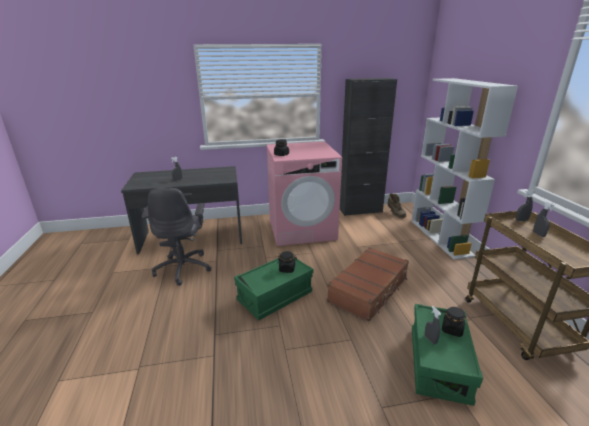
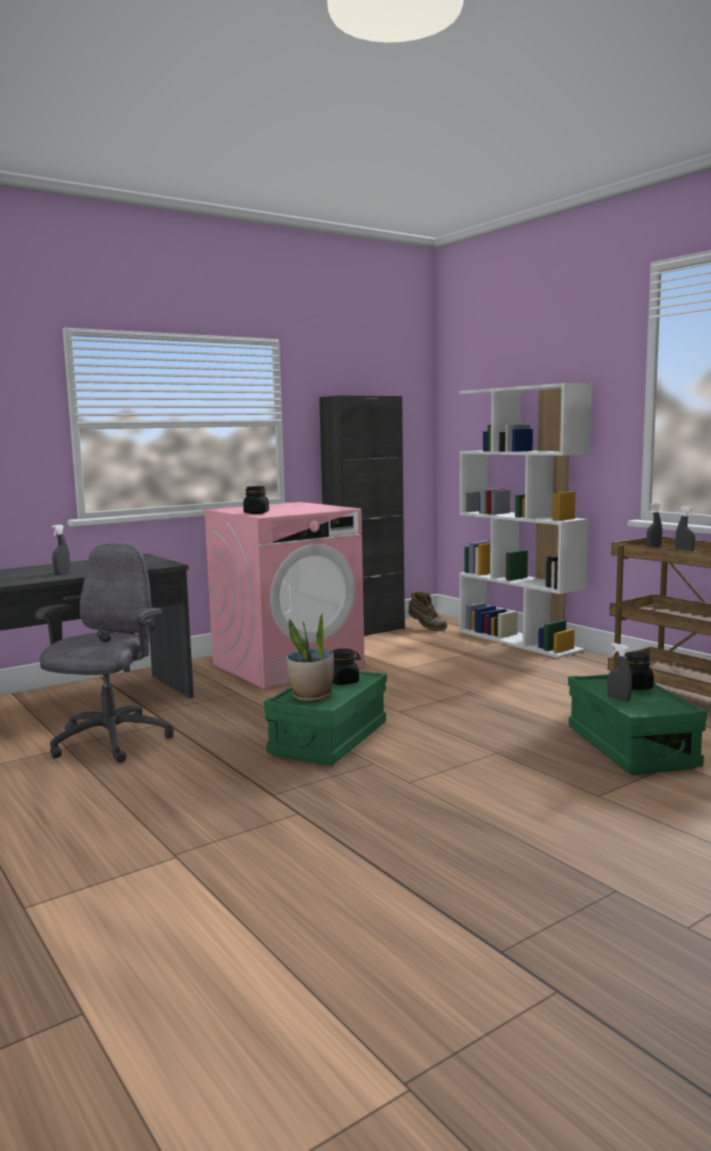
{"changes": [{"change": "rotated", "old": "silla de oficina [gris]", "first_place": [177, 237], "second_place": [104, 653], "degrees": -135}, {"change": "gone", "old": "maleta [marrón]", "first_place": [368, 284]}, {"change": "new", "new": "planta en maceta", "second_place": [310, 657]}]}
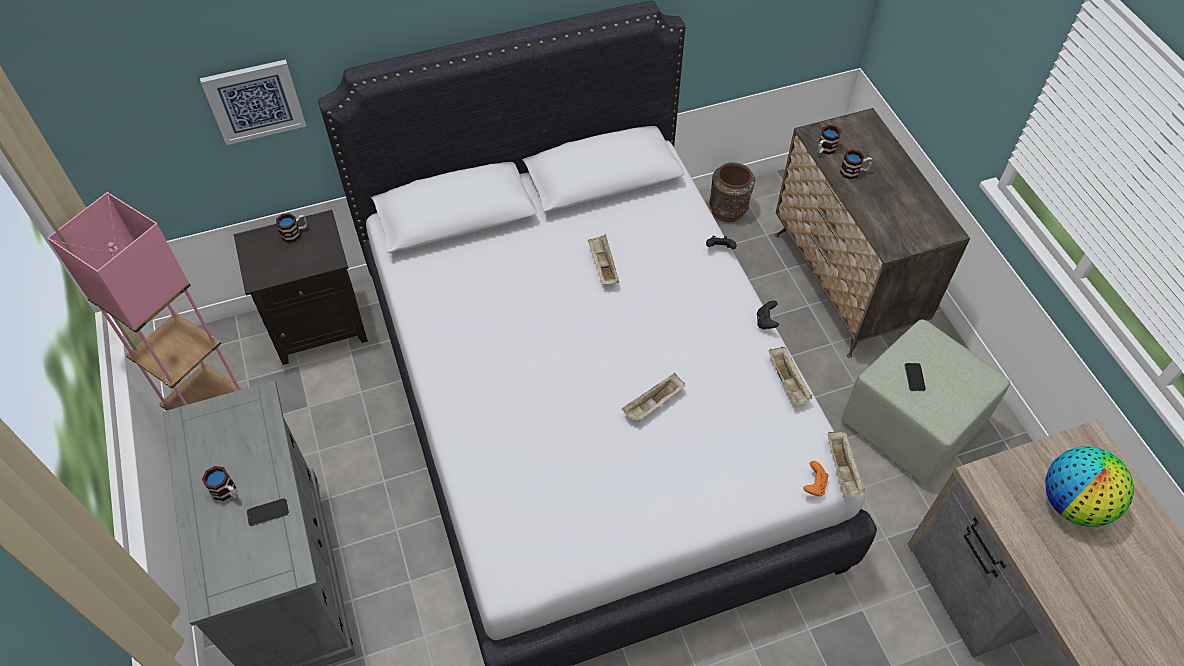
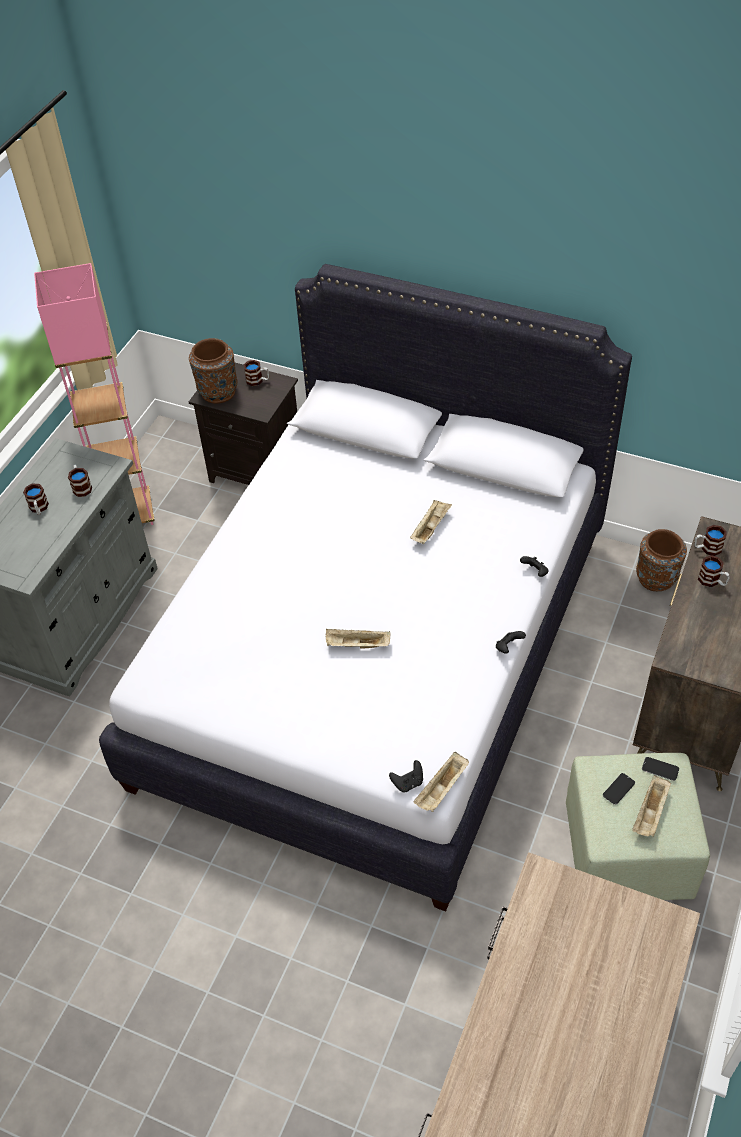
{"changes": [{"change": "gone", "old": "cuadro", "first_place": [253, 102]}, {"change": "shifted", "old": "bandeja [beis]", "first_place": [790, 376], "second_place": [651, 806]}, {"change": "gone", "old": "globo terráqueo", "first_place": [1089, 486]}, {"change": "repainted", "old": "mando de consola [naranja]", "new": "mando de consola [negro]", "first_place": [816, 478], "second_place": [406, 776]}, {"change": "shifted", "old": "móvil", "first_place": [268, 512], "second_place": [660, 769]}, {"change": "new", "new": "florero [marrón]", "second_place": [213, 371]}, {"change": "new", "new": "taza grande", "second_place": [80, 480]}]}
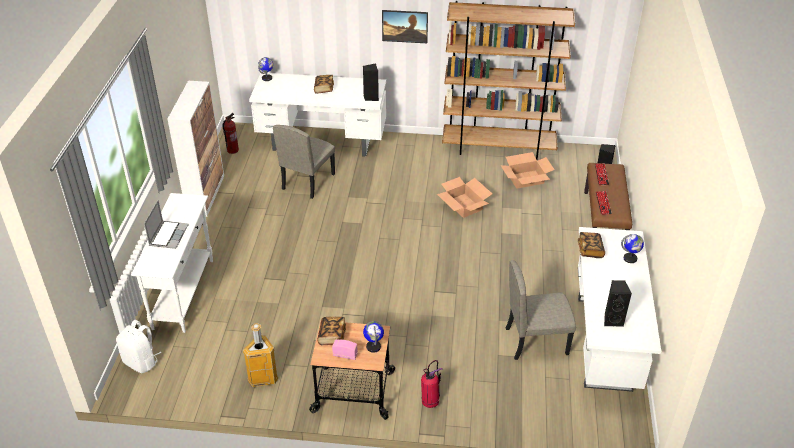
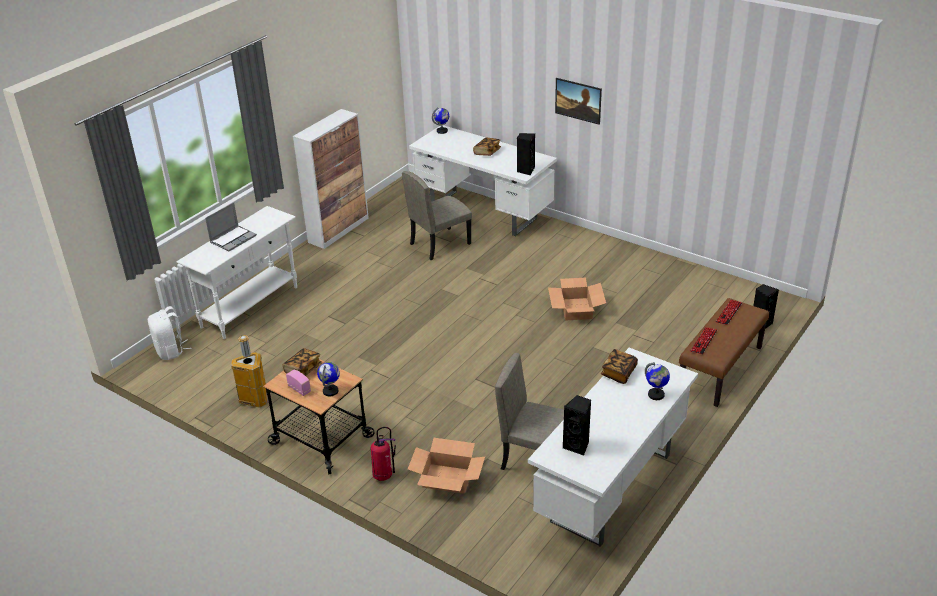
{"changes": [{"change": "gone", "old": "estantería [marrón]", "first_place": [508, 80]}, {"change": "gone", "old": "extintor", "first_place": [231, 133]}, {"change": "shifted", "old": "caja de cartón", "first_place": [527, 170], "second_place": [446, 466]}]}
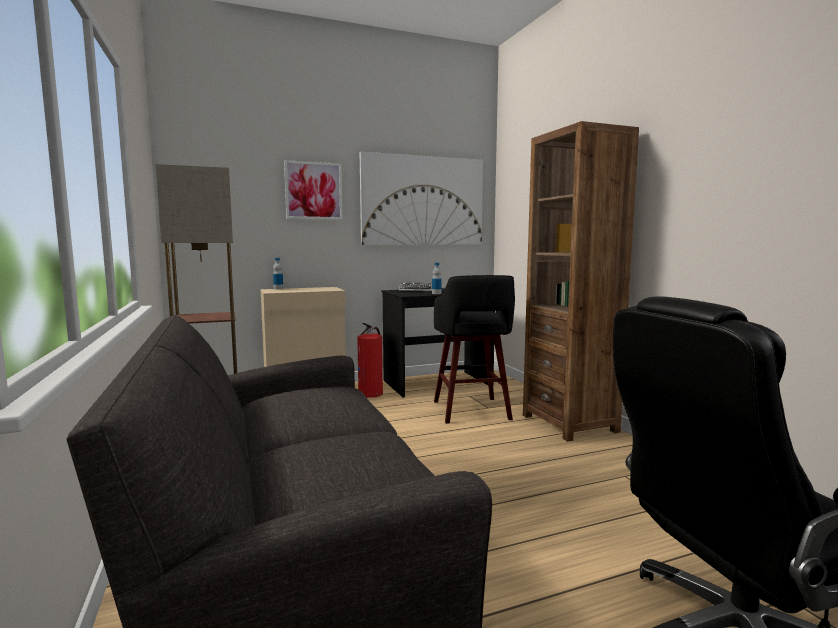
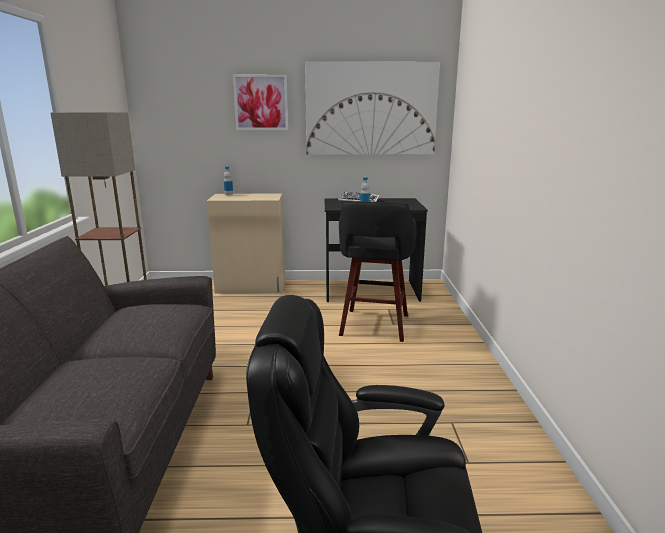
{"changes": [{"change": "gone", "old": "estantería [marrón]", "first_place": [581, 281]}, {"change": "gone", "old": "extintor", "first_place": [370, 360]}]}
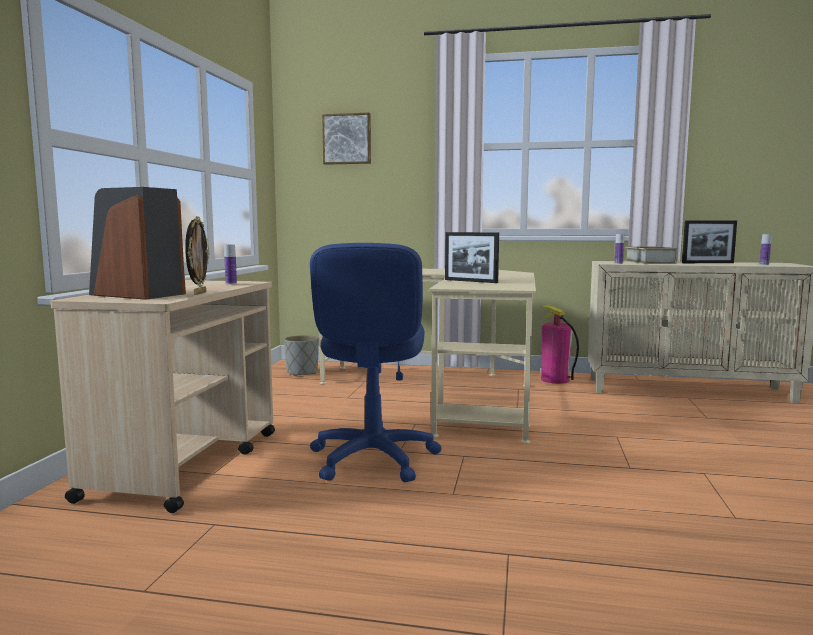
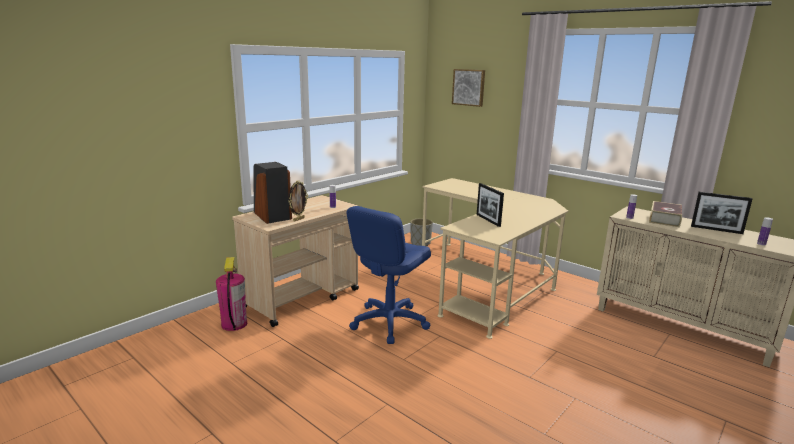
{"changes": [{"change": "shifted", "old": "extintor", "first_place": [559, 344], "second_place": [231, 294]}]}
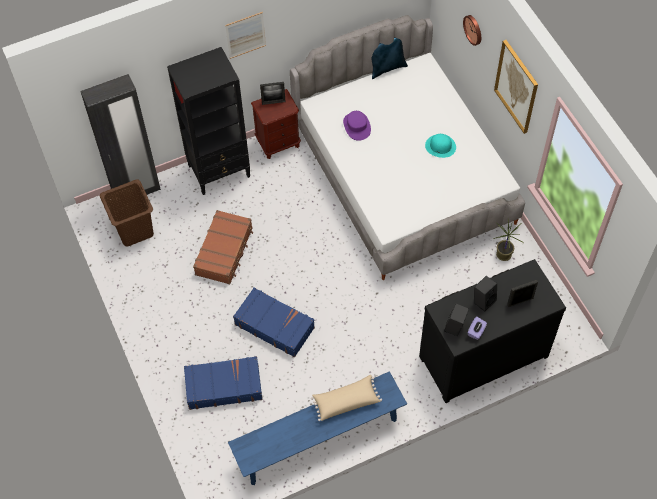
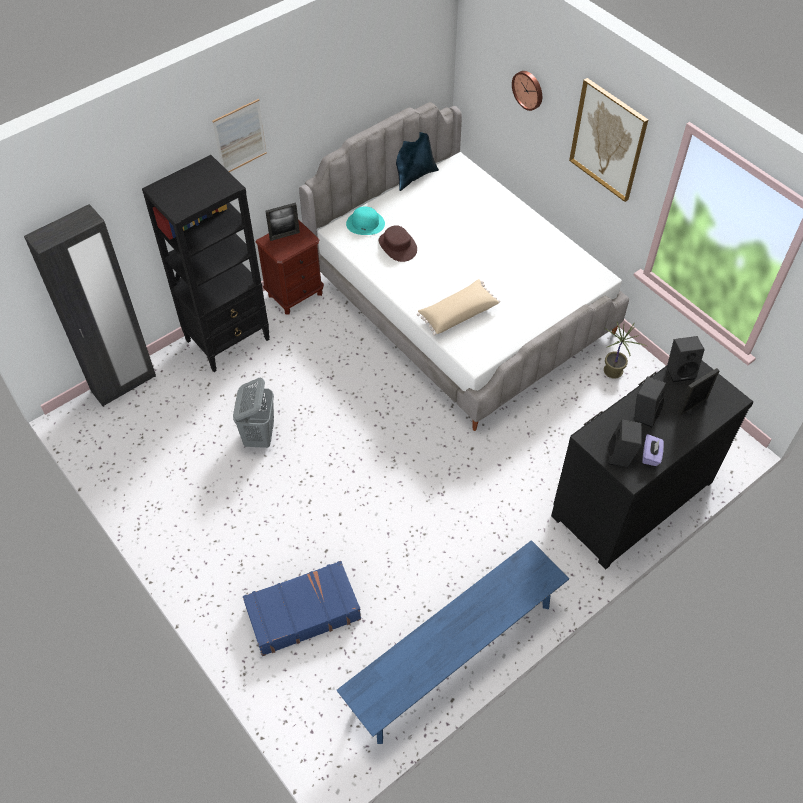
{"changes": [{"change": "repainted", "old": "sombrero [morado]", "new": "sombrero [marrón]", "first_place": [357, 126], "second_place": [398, 243]}, {"change": "shifted", "old": "sombrero [turquesa]", "first_place": [440, 146], "second_place": [365, 221]}, {"change": "gone", "old": "cesto de la ropa [marrón]", "first_place": [127, 213]}, {"change": "swapped", "old": "maleta [marrón]", "new": "cesto de la ropa [gris]", "first_place": [223, 247], "second_place": [253, 413]}, {"change": "gone", "old": "maleta [azul]", "first_place": [274, 322]}, {"change": "shifted", "old": "cojín [beis]", "first_place": [346, 398], "second_place": [459, 307]}, {"change": "new", "new": "altavoz [negro]", "second_place": [686, 359]}]}
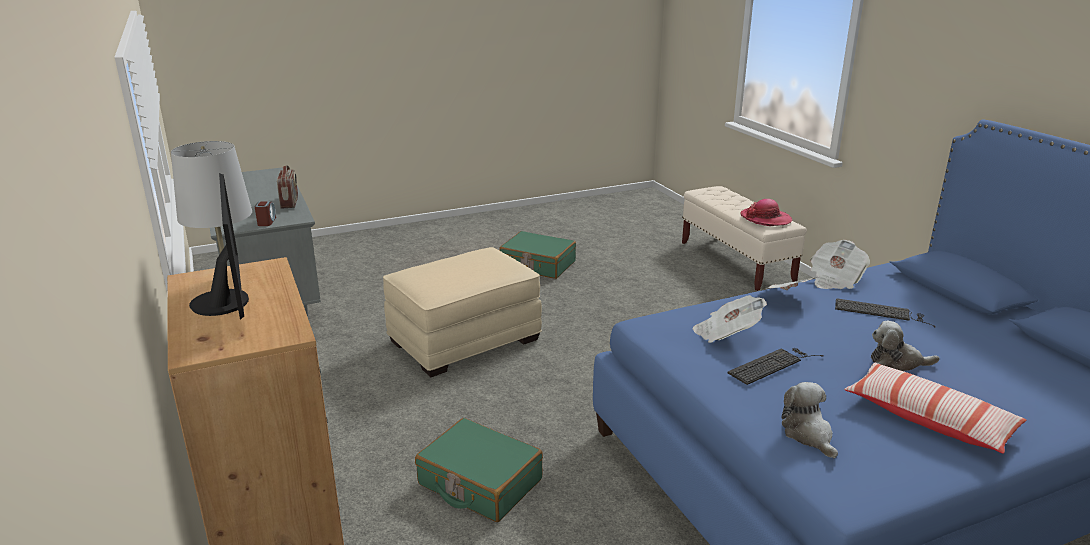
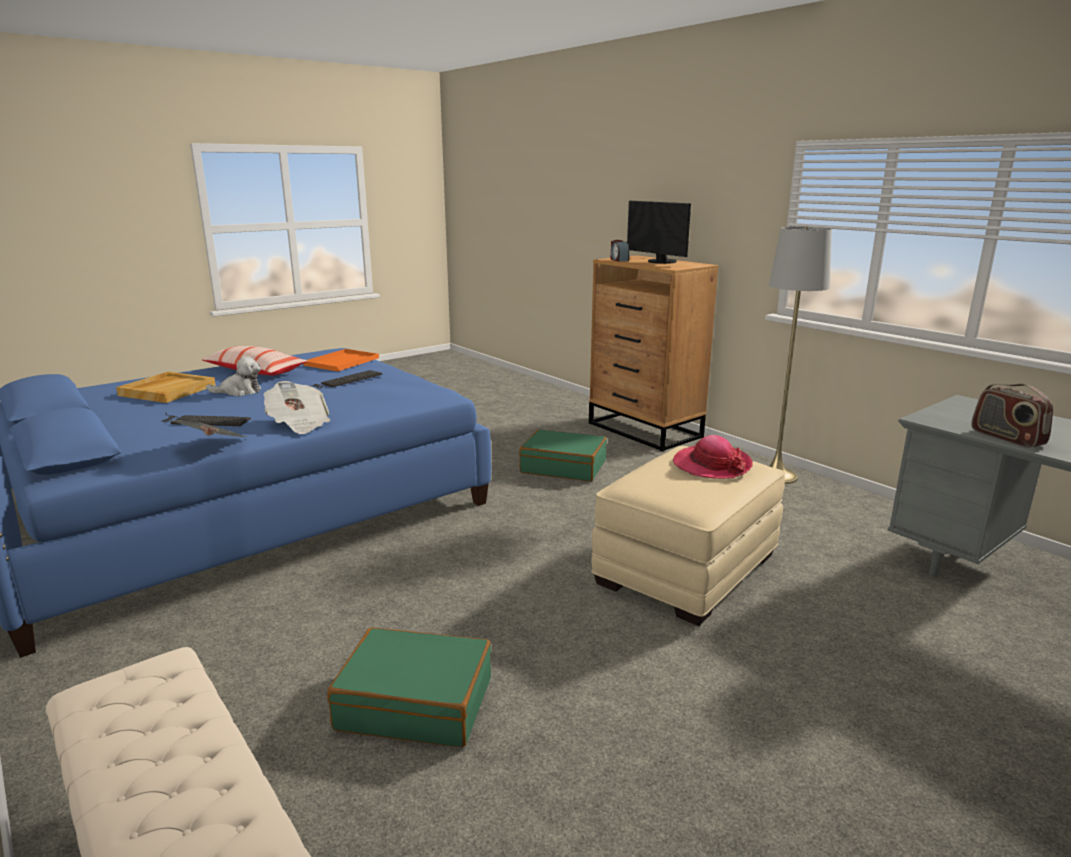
{"changes": [{"change": "shifted", "old": "sombrero", "first_place": [766, 212], "second_place": [713, 457]}, {"change": "shifted", "old": "despertador", "first_place": [265, 213], "second_place": [620, 251]}, {"change": "shifted", "old": "maleta [verde]", "first_place": [537, 255], "second_place": [409, 687]}, {"change": "gone", "old": "periódico", "first_place": [729, 319]}, {"change": "swapped", "old": "peluche", "new": "bandeja [naranja]", "first_place": [809, 420], "second_place": [341, 360]}, {"change": "new", "new": "bandeja [beis]", "second_place": [166, 387]}]}
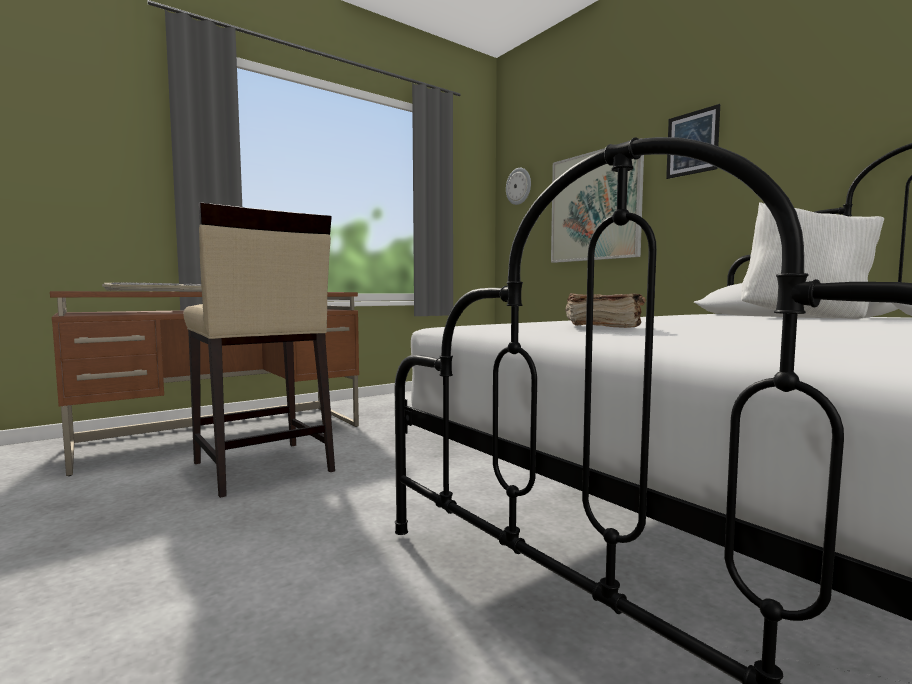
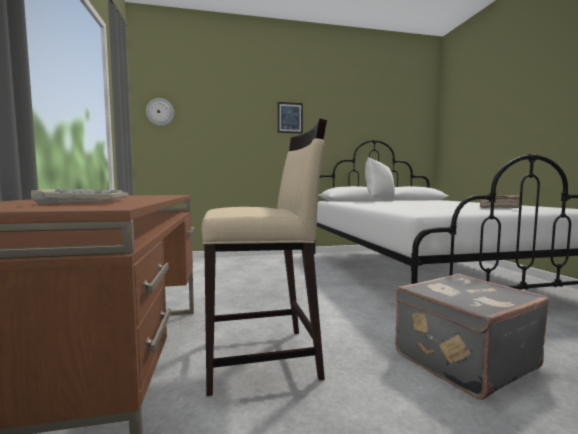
{"changes": [{"change": "gone", "old": "cuadro", "first_place": [597, 200]}, {"change": "shifted", "old": "libro [marrón]", "first_place": [605, 310], "second_place": [499, 202]}, {"change": "new", "new": "maleta [gris]", "second_place": [472, 337]}]}
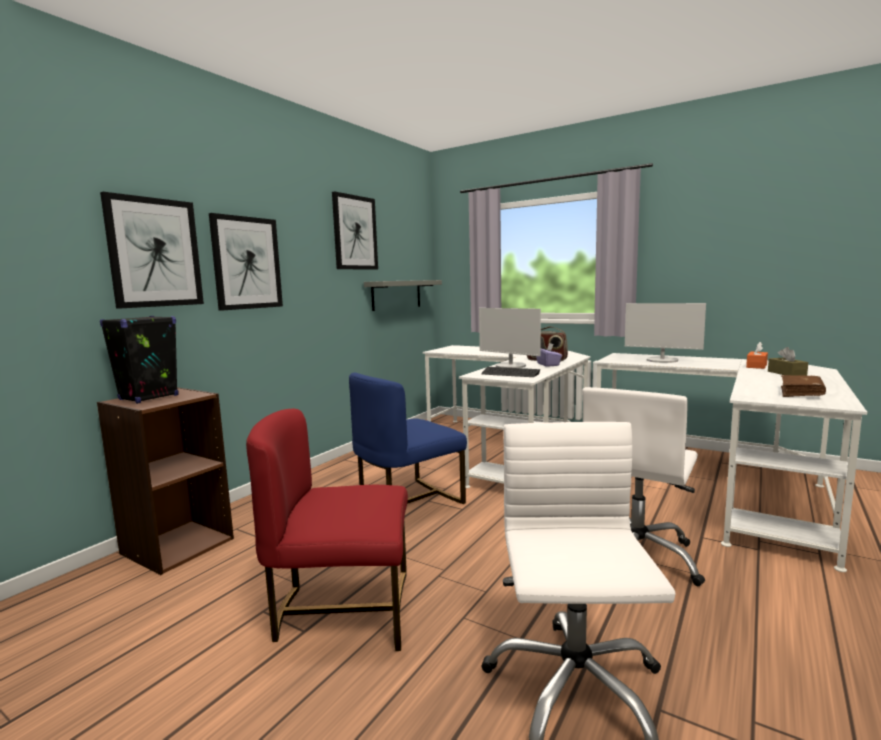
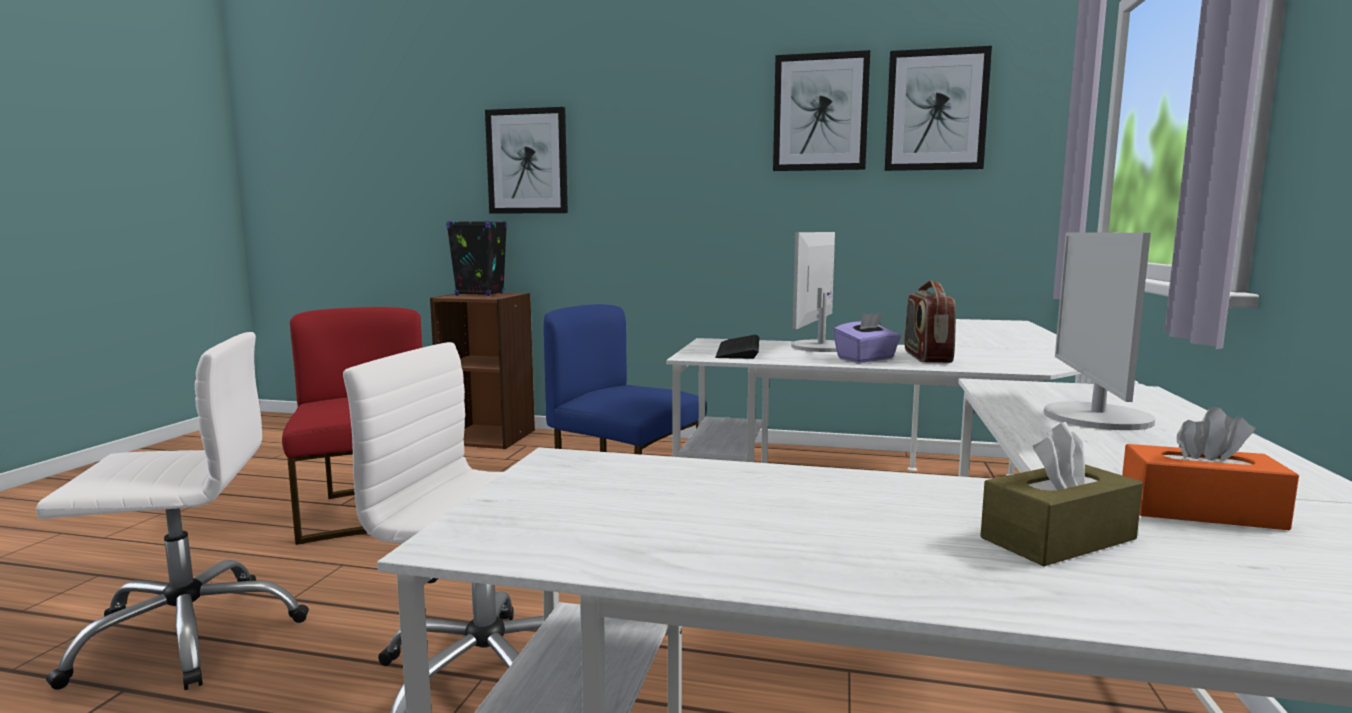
{"changes": [{"change": "shifted", "old": "cuadro", "first_place": [246, 262], "second_place": [938, 108]}, {"change": "gone", "old": "estante [gris]", "first_place": [403, 295]}, {"change": "gone", "old": "libro [marrón]", "first_place": [803, 386]}]}
